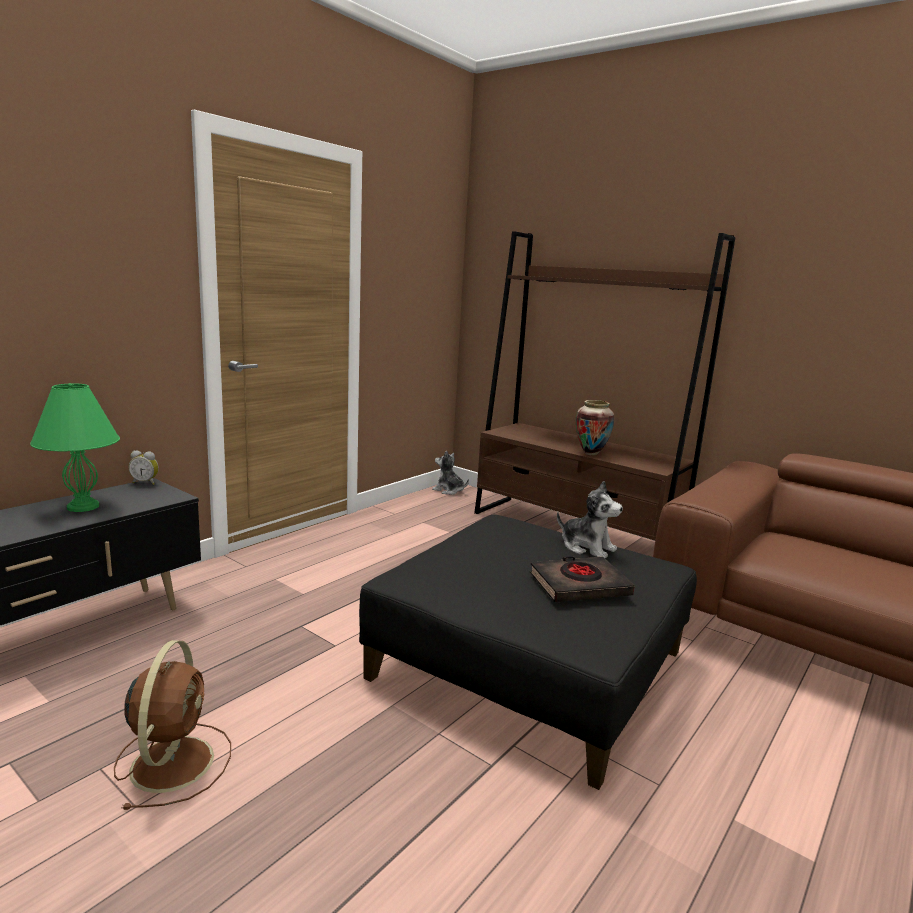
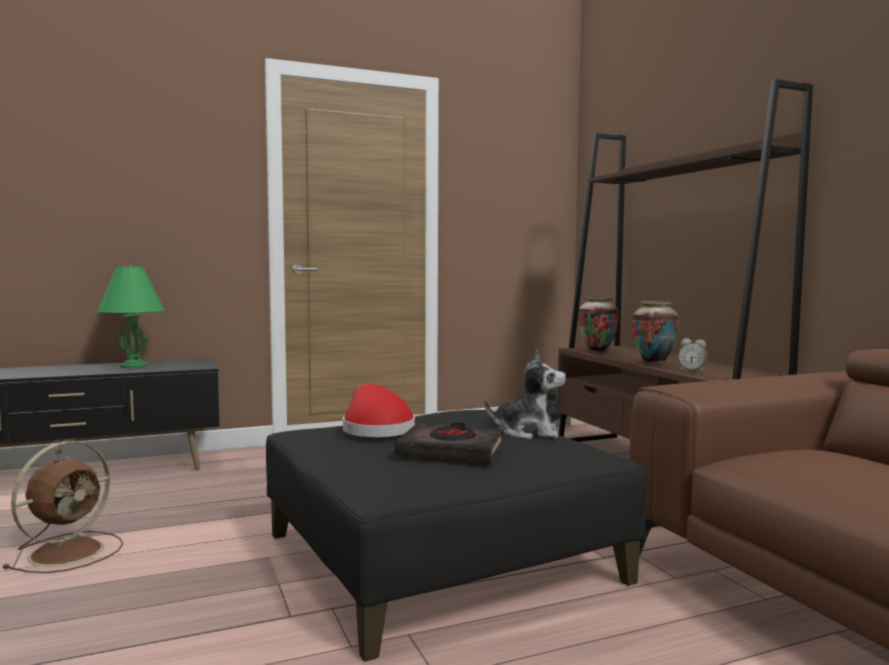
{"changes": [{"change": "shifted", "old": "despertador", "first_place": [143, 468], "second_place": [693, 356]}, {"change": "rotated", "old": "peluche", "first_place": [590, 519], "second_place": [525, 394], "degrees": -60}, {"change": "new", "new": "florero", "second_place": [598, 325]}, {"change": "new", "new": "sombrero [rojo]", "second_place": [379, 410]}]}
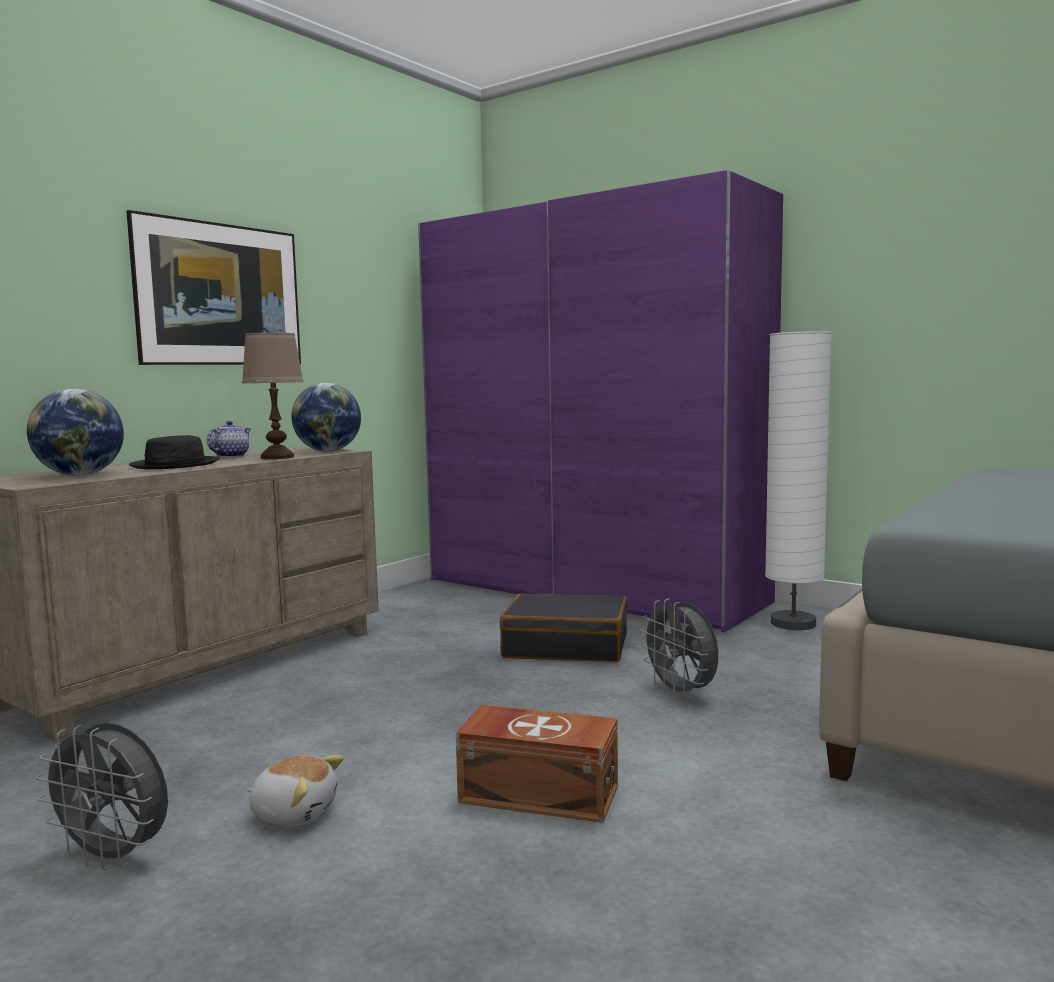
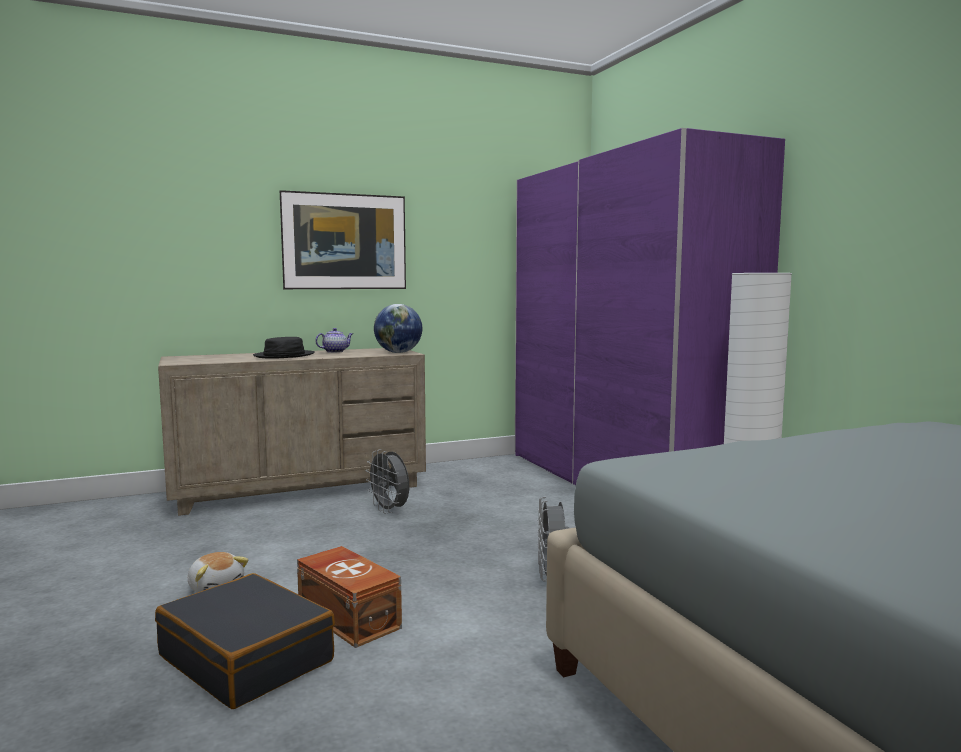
{"changes": [{"change": "gone", "old": "lámpara de mesa [marrón]", "first_place": [273, 395]}, {"change": "gone", "old": "globo terráqueo", "first_place": [75, 432]}, {"change": "shifted", "old": "maleta [negro]", "first_place": [563, 627], "second_place": [245, 641]}, {"change": "shifted", "old": "ventilador [gris]", "first_place": [102, 796], "second_place": [387, 481]}]}
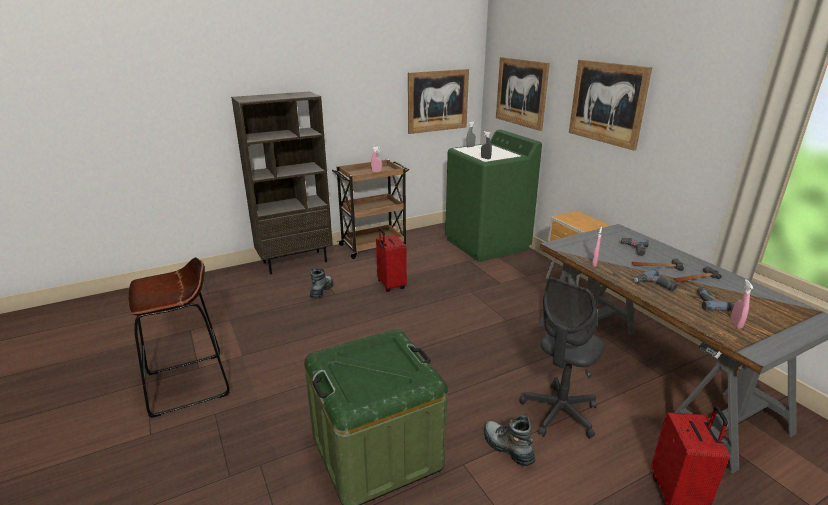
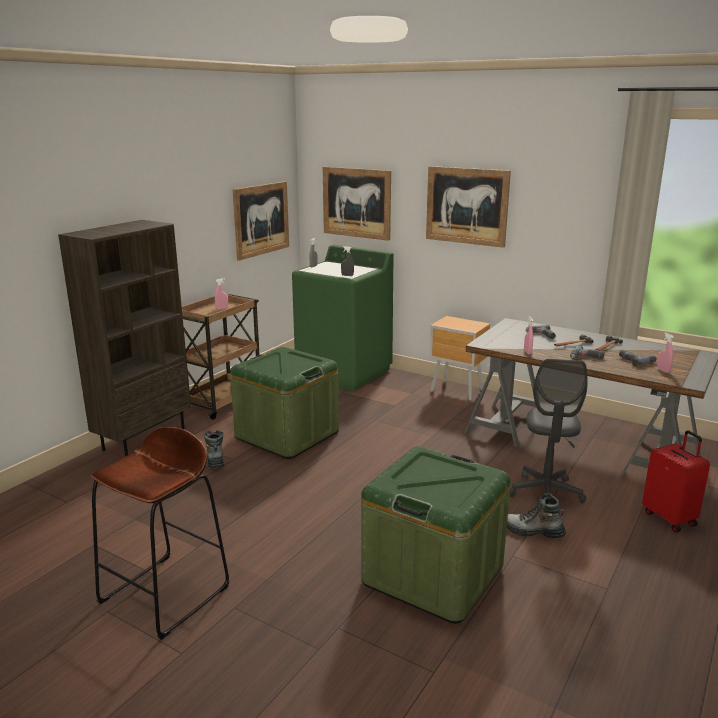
{"changes": [{"change": "swapped", "old": "maleta [rojo]", "new": "caja de almacenaje [verde]", "first_place": [391, 260], "second_place": [284, 403]}]}
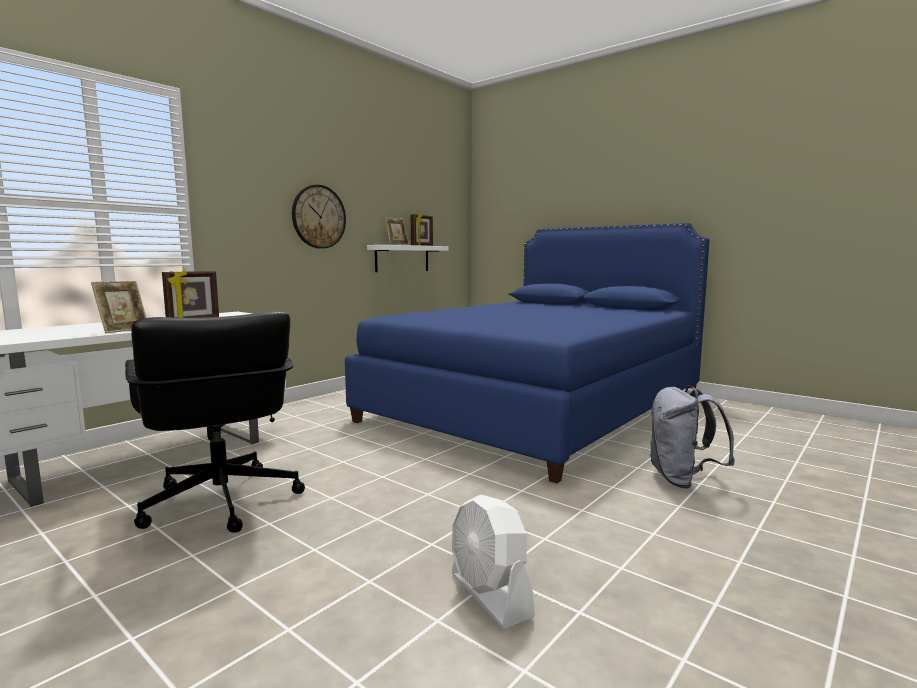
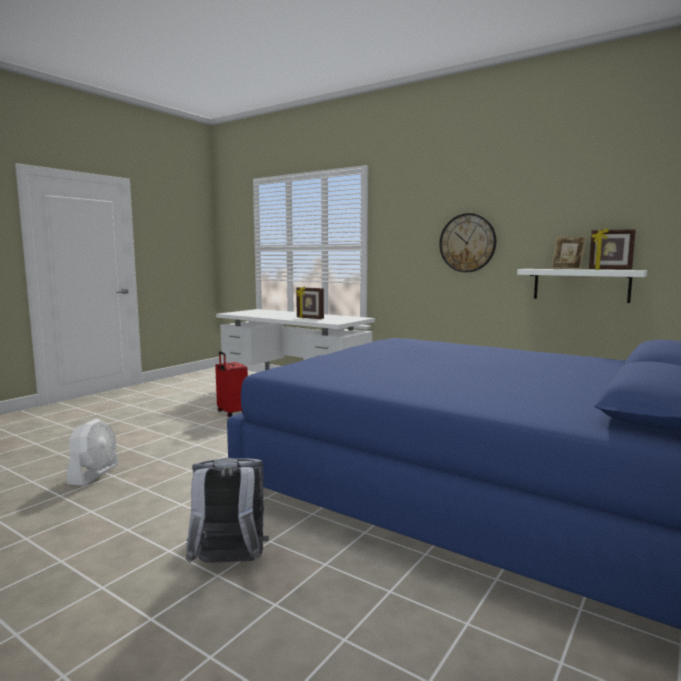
{"changes": [{"change": "gone", "old": "portarretratos", "first_place": [118, 307]}, {"change": "swapped", "old": "silla de oficina [negro]", "new": "maleta [rojo]", "first_place": [215, 422], "second_place": [231, 384]}, {"change": "rotated", "old": "ventilador [blanco]", "first_place": [493, 561], "second_place": [92, 452], "degrees": 135}]}
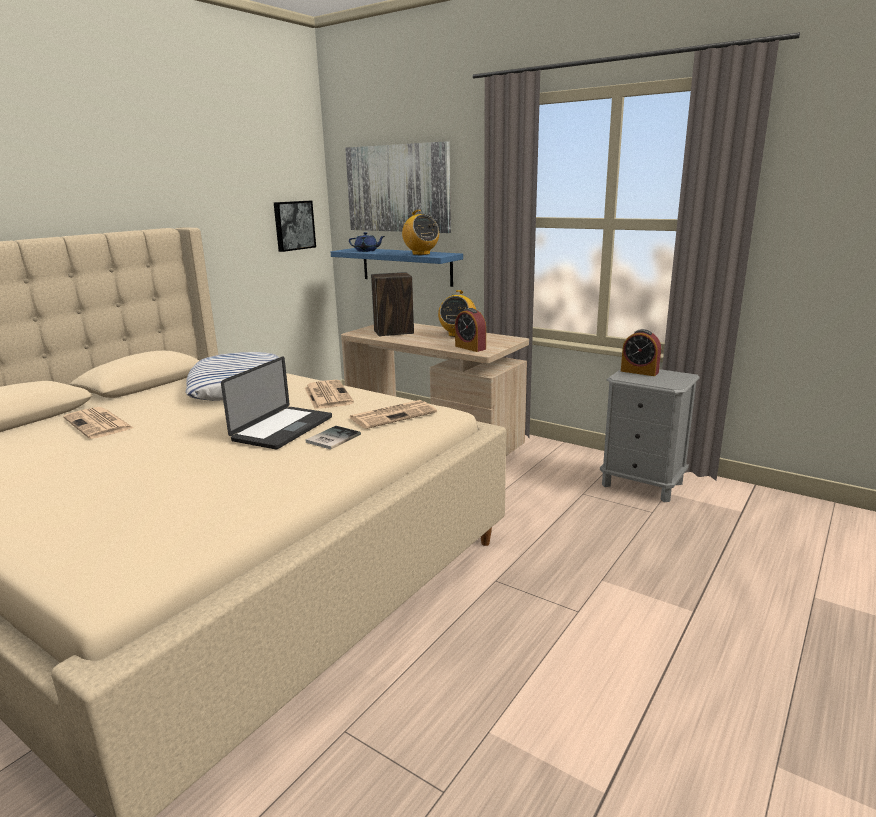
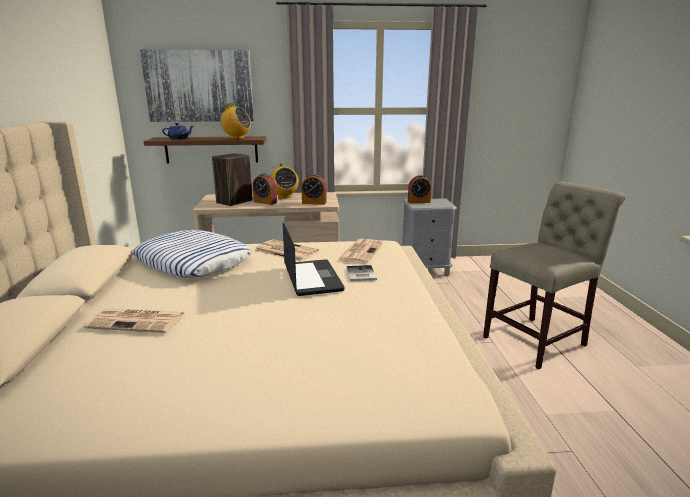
{"changes": [{"change": "gone", "old": "cuadro", "first_place": [295, 226]}, {"change": "repainted", "old": "estante [azul]", "new": "estante [marrón]", "first_place": [397, 267], "second_place": [205, 150]}, {"change": "new", "new": "despertador", "second_place": [265, 189]}, {"change": "new", "new": "silla [beis]", "second_place": [554, 275]}]}
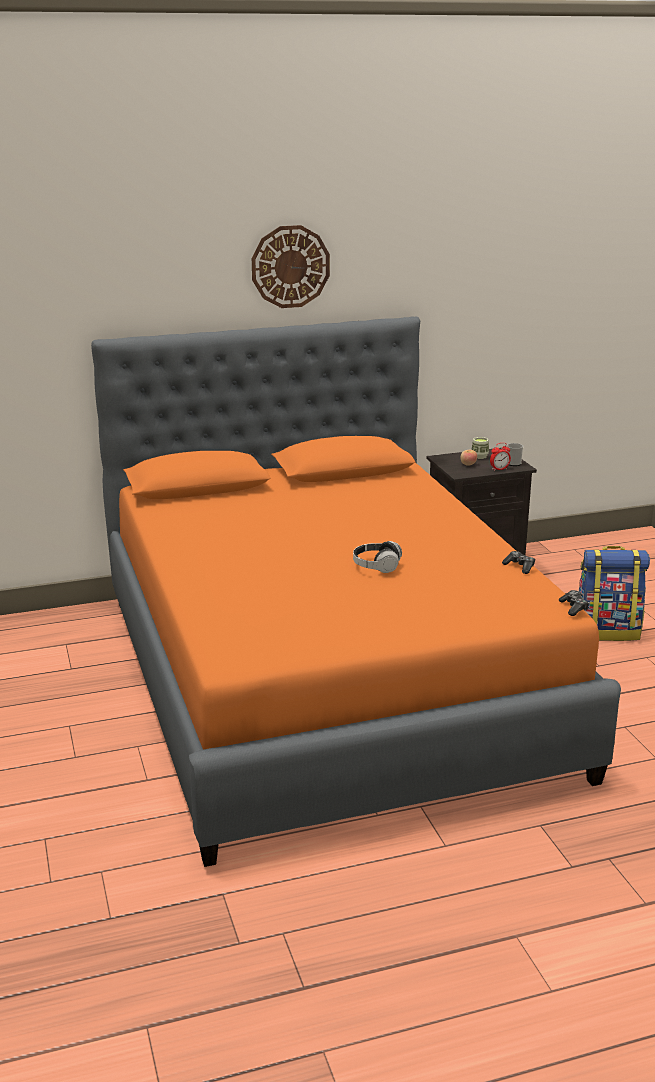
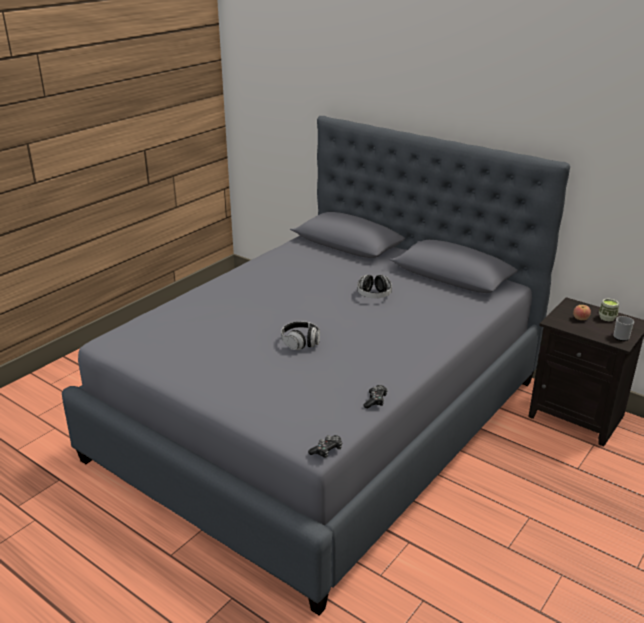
{"changes": [{"change": "gone", "old": "reloj de pared", "first_place": [291, 266]}, {"change": "repainted", "old": "cama [naranja]", "new": "cama [gris]", "first_place": [356, 591], "second_place": [316, 365]}, {"change": "gone", "old": "despertador", "first_place": [500, 457]}, {"change": "gone", "old": "mochila", "first_place": [614, 593]}, {"change": "new", "new": "auriculares", "second_place": [374, 286]}]}
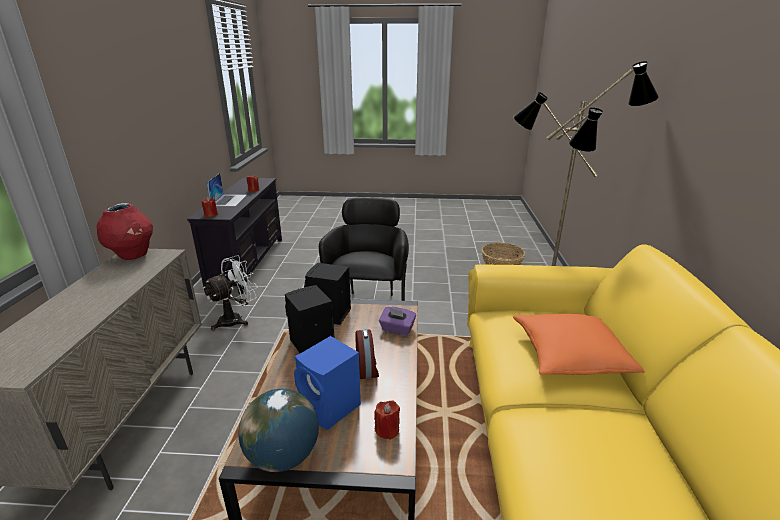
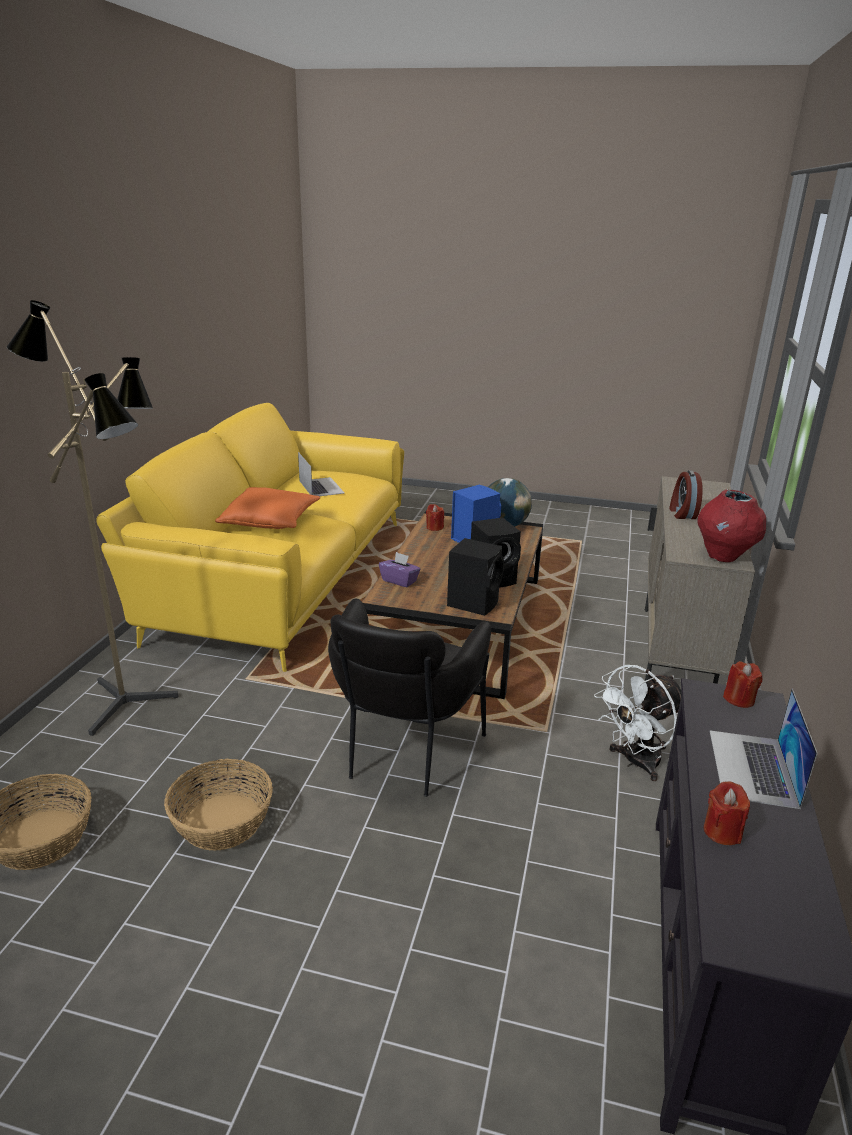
{"changes": [{"change": "shifted", "old": "despertador", "first_place": [367, 354], "second_place": [686, 494]}, {"change": "new", "new": "portátil", "second_place": [321, 474]}, {"change": "new", "new": "cesta", "second_place": [218, 805]}]}
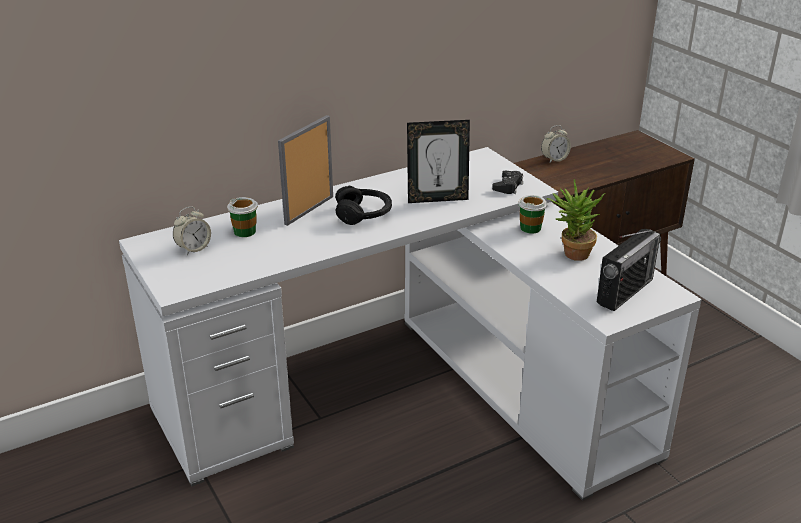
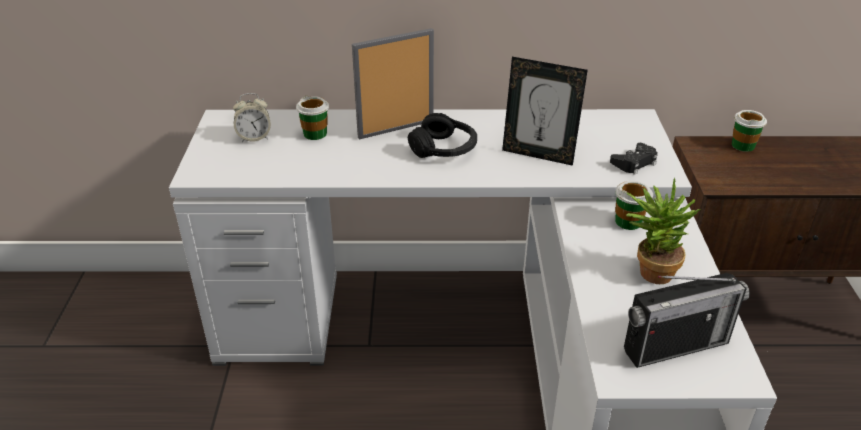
{"changes": [{"change": "swapped", "old": "despertador", "new": "taza", "first_place": [556, 143], "second_place": [749, 131]}]}
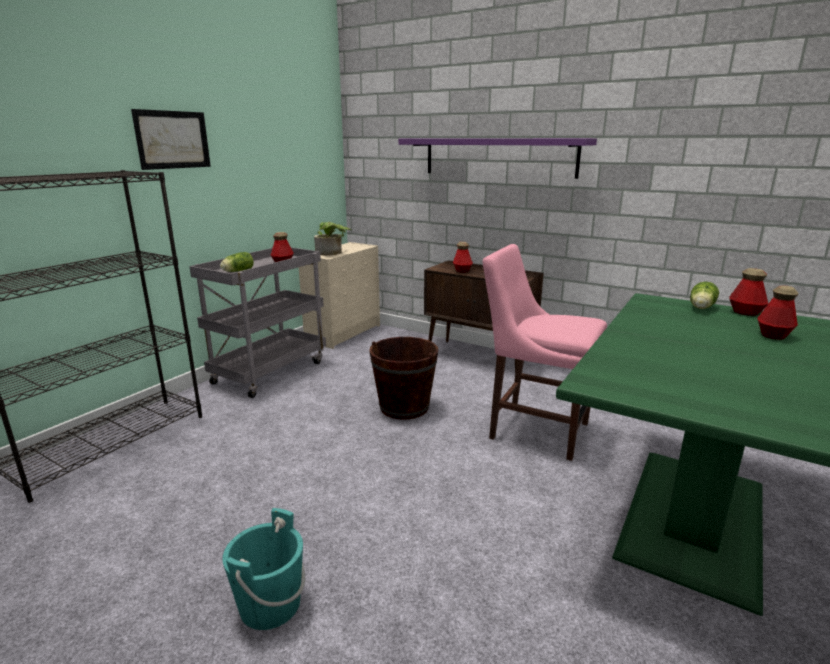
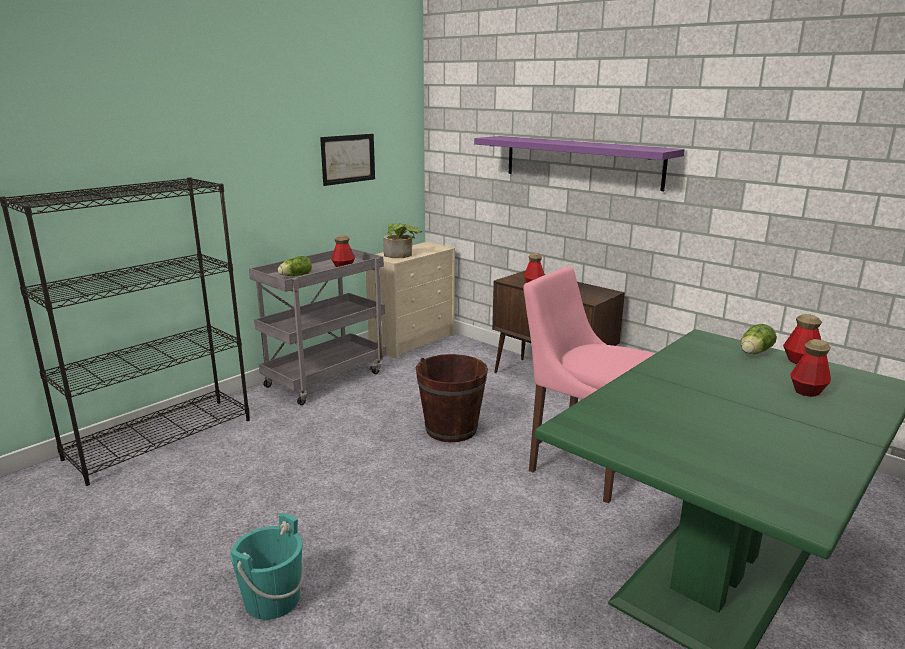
{"changes": [{"change": "shifted", "old": "cuadro", "first_place": [171, 139], "second_place": [347, 160]}]}
